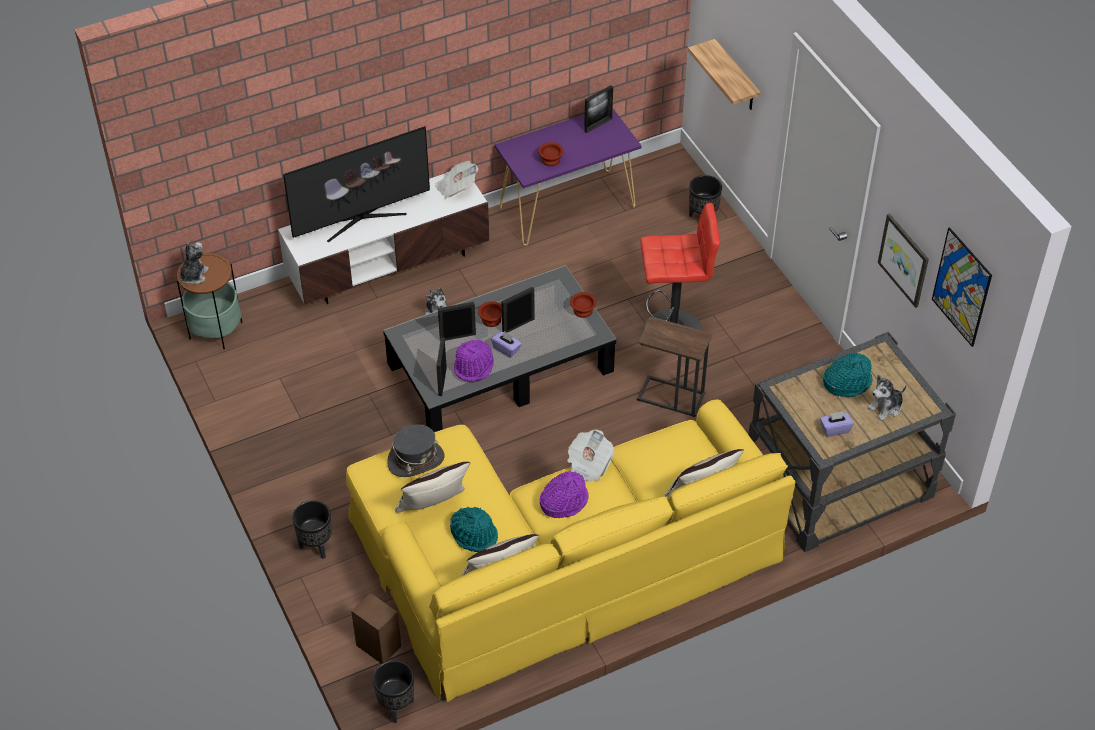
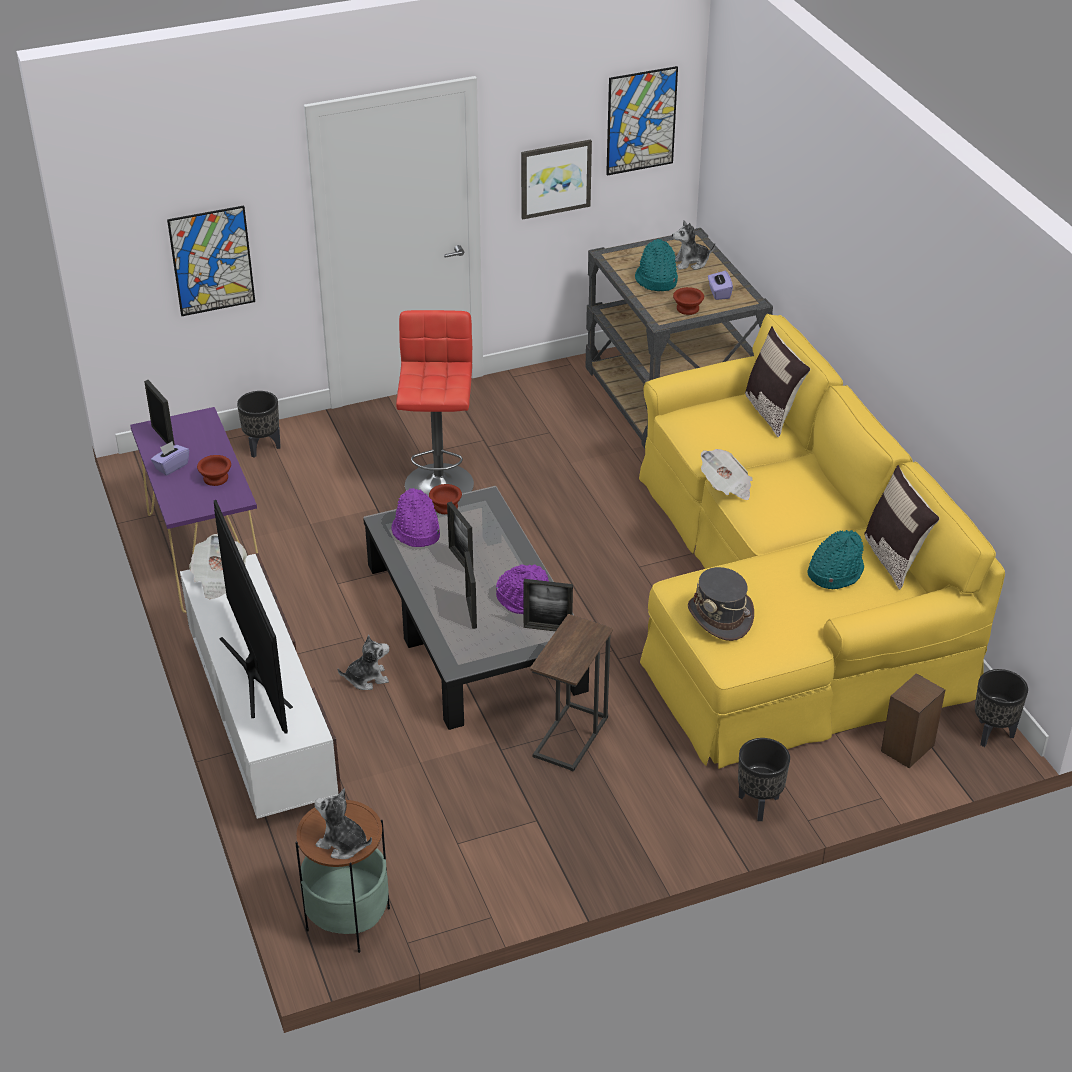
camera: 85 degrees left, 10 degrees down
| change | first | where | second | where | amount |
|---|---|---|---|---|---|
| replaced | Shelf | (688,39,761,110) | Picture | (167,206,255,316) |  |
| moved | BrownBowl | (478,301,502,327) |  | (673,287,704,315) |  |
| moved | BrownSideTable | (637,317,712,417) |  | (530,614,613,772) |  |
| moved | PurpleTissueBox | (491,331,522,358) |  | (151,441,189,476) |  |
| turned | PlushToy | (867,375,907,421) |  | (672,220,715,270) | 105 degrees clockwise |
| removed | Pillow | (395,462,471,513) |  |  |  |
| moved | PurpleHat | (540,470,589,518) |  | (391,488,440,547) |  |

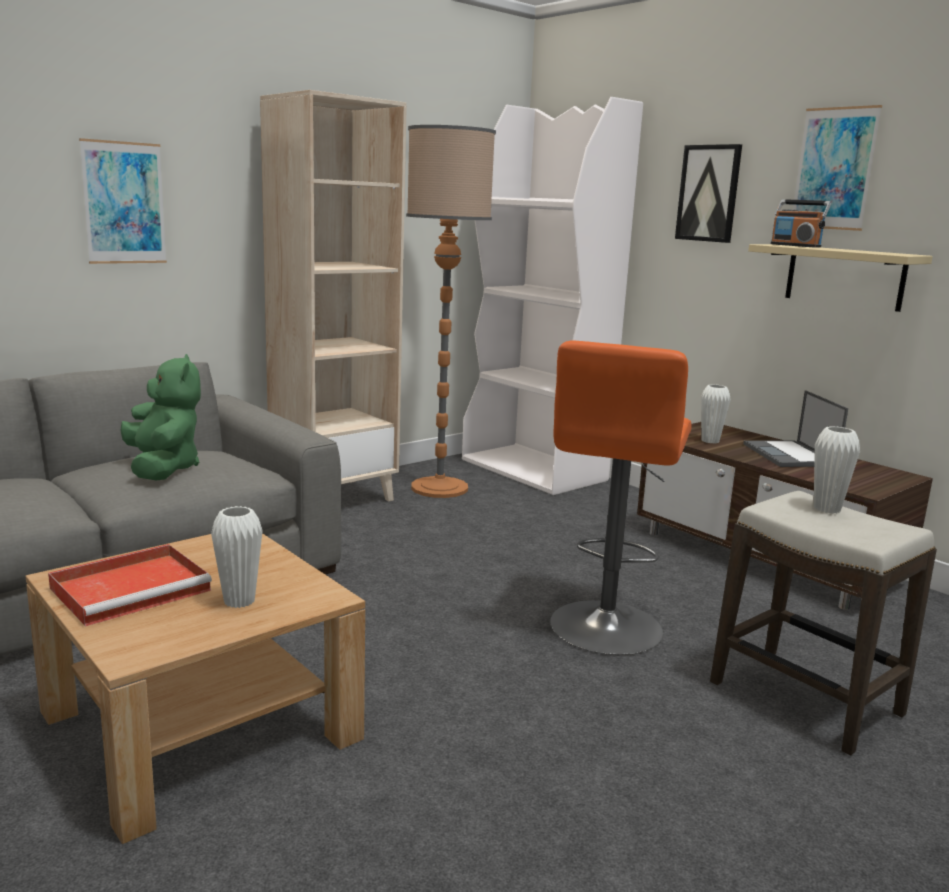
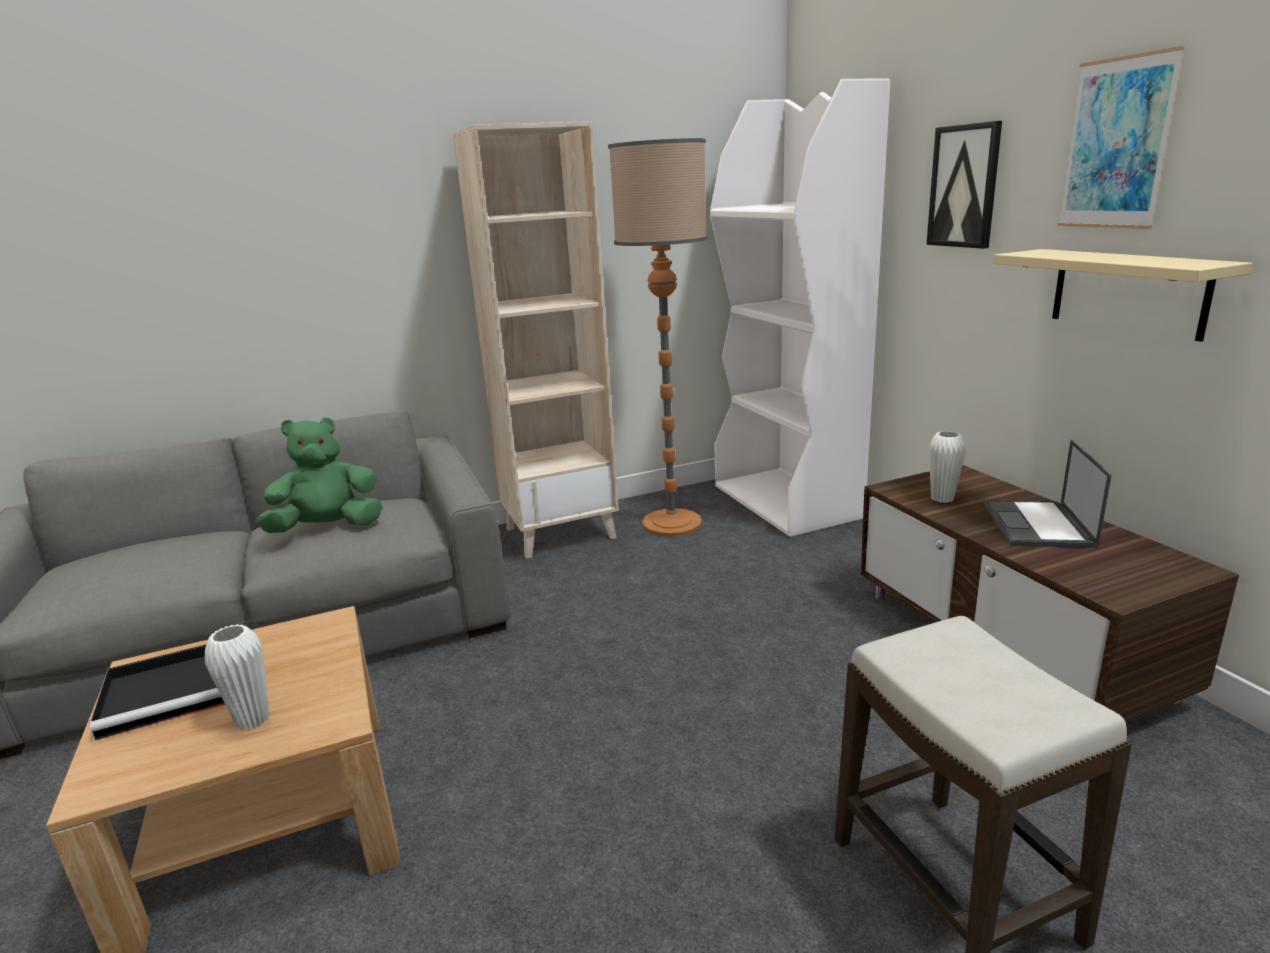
camera: 20 degrees right, 5 degrees up
| change | first | where | second | where | amount |
|---|---|---|---|---|---|
| removed | Picture | (79,138,167,264) |  |  |  |
| removed | Radio | (771,199,831,248) |  |  |  |
| removed | OrangeStool | (550,341,691,655) |  |  |  |
| turned | GreenPlushToy | (120,354,201,480) |  | (257,417,383,533) | 105 degrees counterclockwise |
| removed | WhiteVase | (814,426,860,514) |  |  |  |
| recoloured | RedTray | (48,544,212,626) | BlackTray | (90,644,225,740) |  |

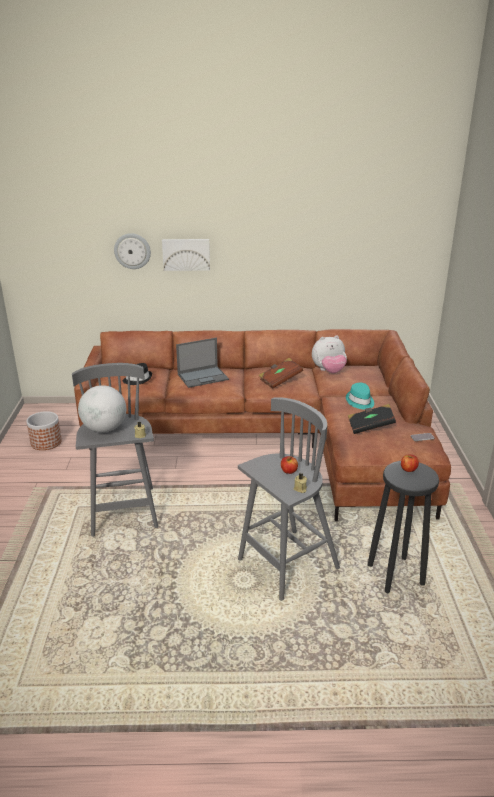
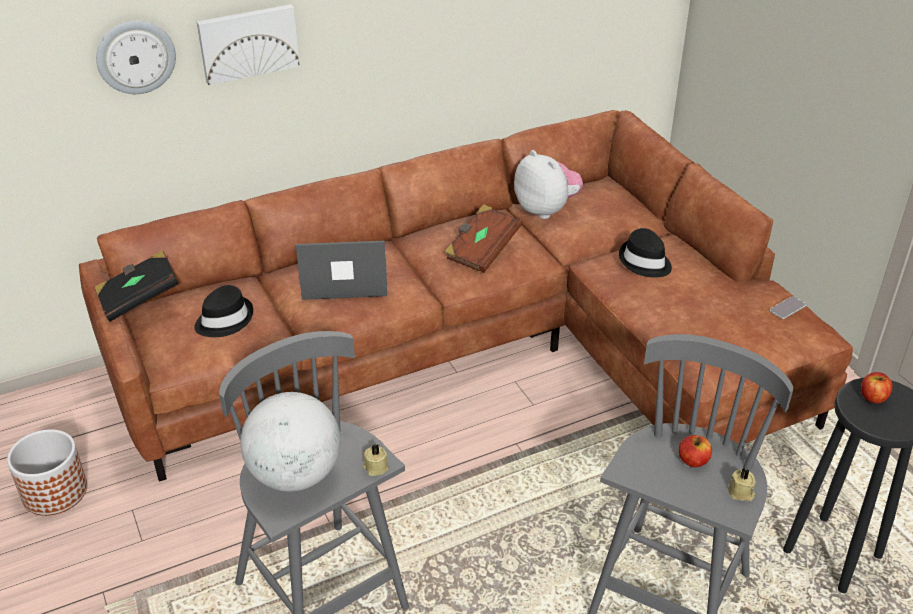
camera: 25 degrees left, 10 degrees up
| change | first | where | second | where | amount |
|---|---|---|---|---|---|
| turned | PlushToy | (312,335,347,373) |  | (514,150,583,219) | 90 degrees counterclockwise |
| turned | Laptop | (176,338,229,388) |  | (296,241,387,300) | 135 degrees counterclockwise |
| recoloured | TurquoiseHat | (346,383,374,410) | BlackHat | (619,228,672,277) |  |
| moved | BlackBook | (348,404,396,434) |  | (94,250,179,321) |  |

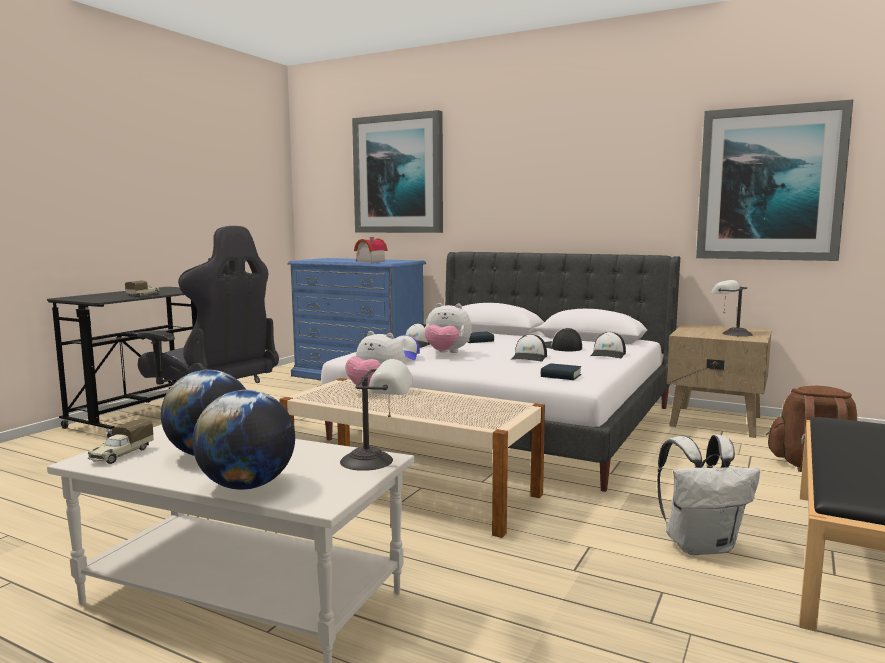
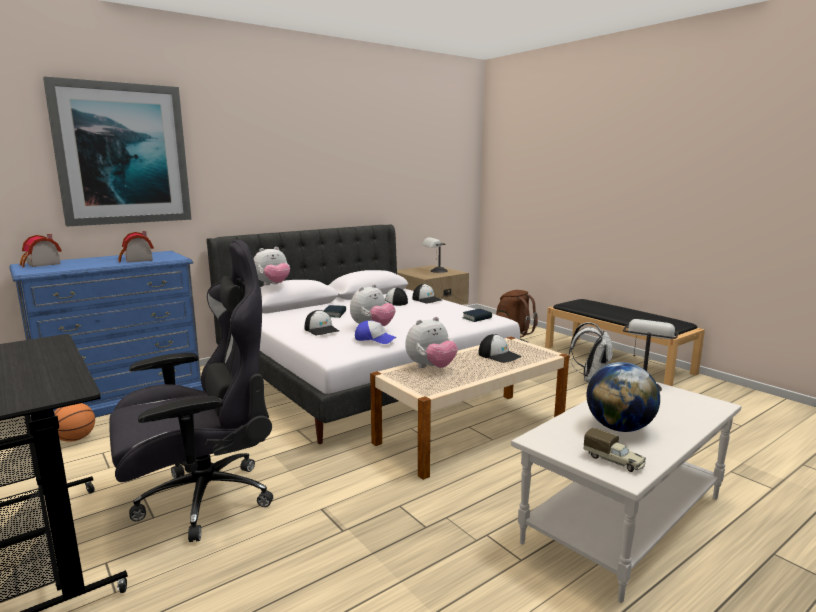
camera: 65 degrees left, 5 degrees up
| change | first | where | second | where | amount |
|---|---|---|---|---|---|
| removed | Picture | (696,99,853,261) |  |  |  |
| removed | ToyTruck | (125,280,159,297) |  |  |  |
| moved | Cap | (511,334,547,362) |  | (479,334,522,363) |  |
| removed | Globe | (192,390,295,490) |  |  |  |
| added |  |  | ToyHouse | (20,234,62,267) |  |
| added |  |  | PlushToy | (254,247,290,285) |  |
| added |  |  | Basketball | (54,403,95,442) |  |

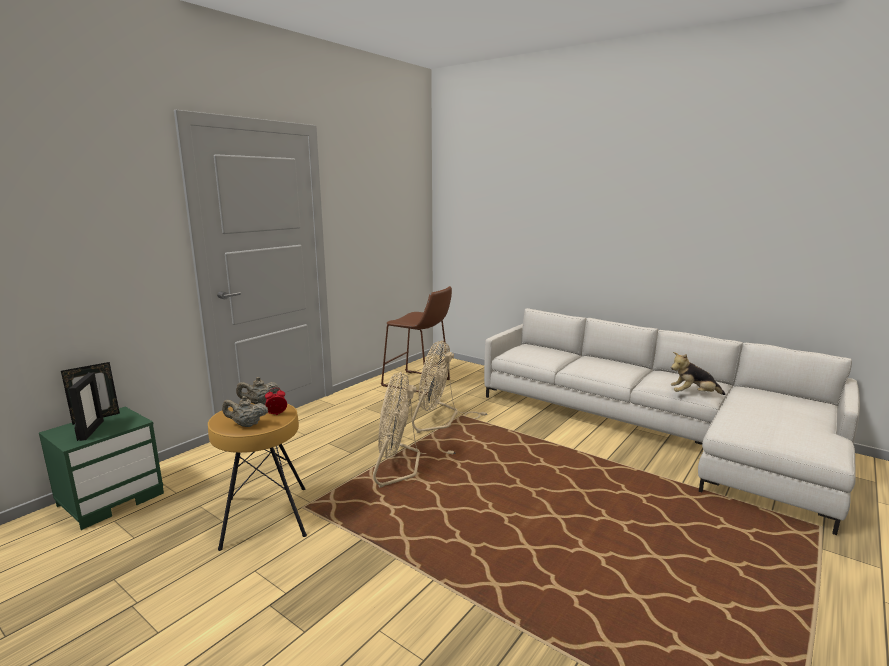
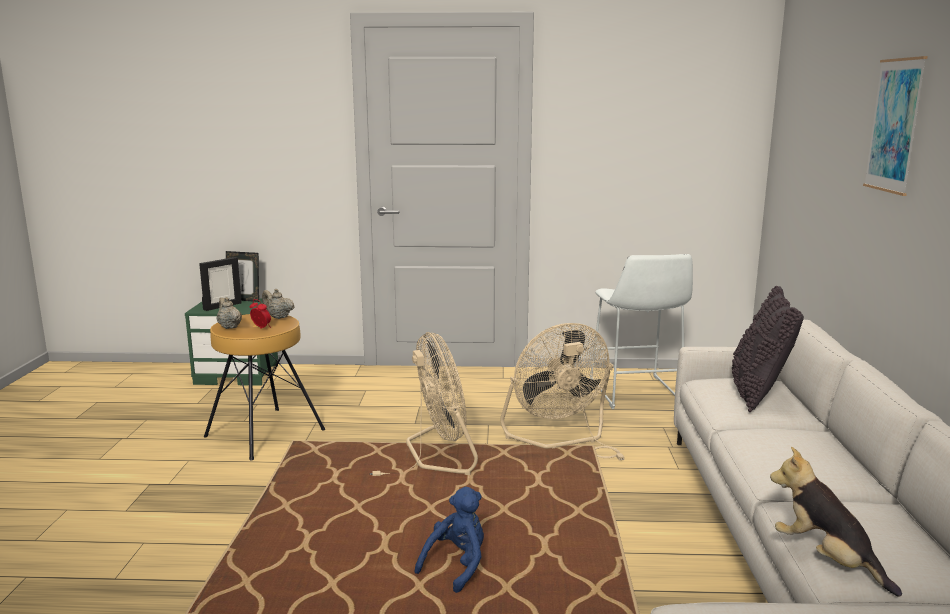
camera: 55 degrees right, 0 degrees up
| change | first | where | second | where | amount |
|---|---|---|---|---|---|
| recoloured | BrownStool | (381,286,452,395) | WhiteStool | (590,254,693,409) |  |
| turned | BeigeFan | (373,372,455,488) |  | (371,332,478,476) | 105 degrees clockwise |
| added |  |  | Picture | (863,56,928,196) |  |
| added |  |  | BlackPillow | (732,286,804,412) |  |
| added |  |  | BluePlushToy | (415,487,484,593) |  |

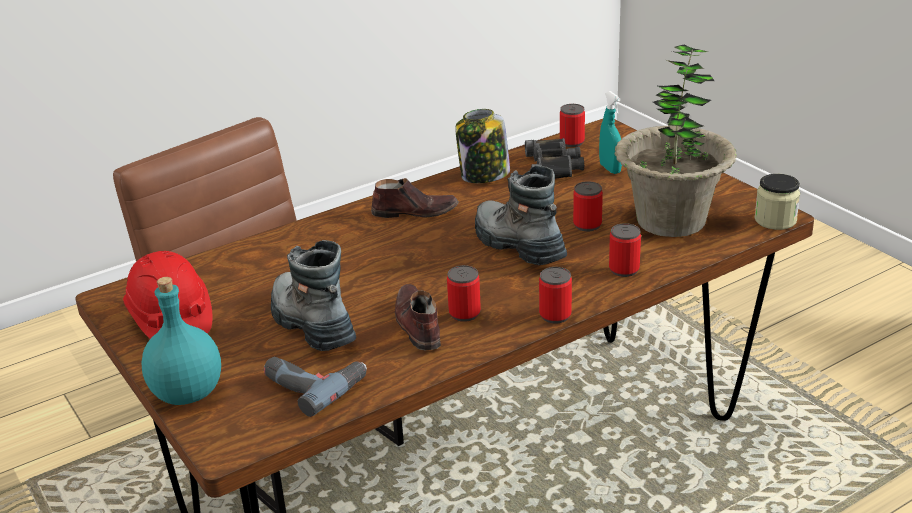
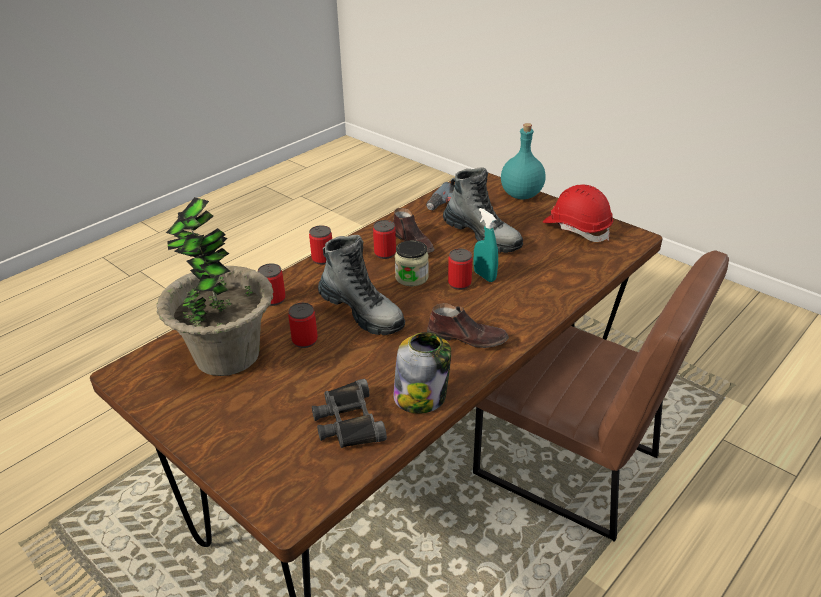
camera: 165 degrees right, 5 degrees up
| change | first | where | second | where | amount |
|---|---|---|---|---|---|
| moved | TurquoiseSprayBottle | (599,91,622,174) |  | (474,208,498,282) |  |
| moved | Can | (560,104,585,147) |  | (448,249,472,290) |  |
| moved | Jar | (754,174,800,230) |  | (395,240,429,286) |  |
| turned | BrownShoe | (371,178,459,218) |  | (427,303,509,348) | 150 degrees counterclockwise |

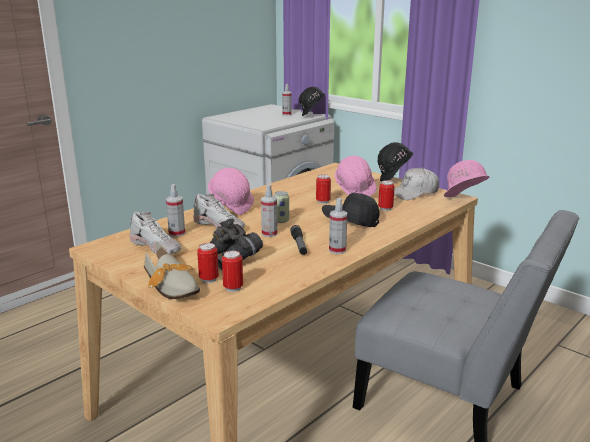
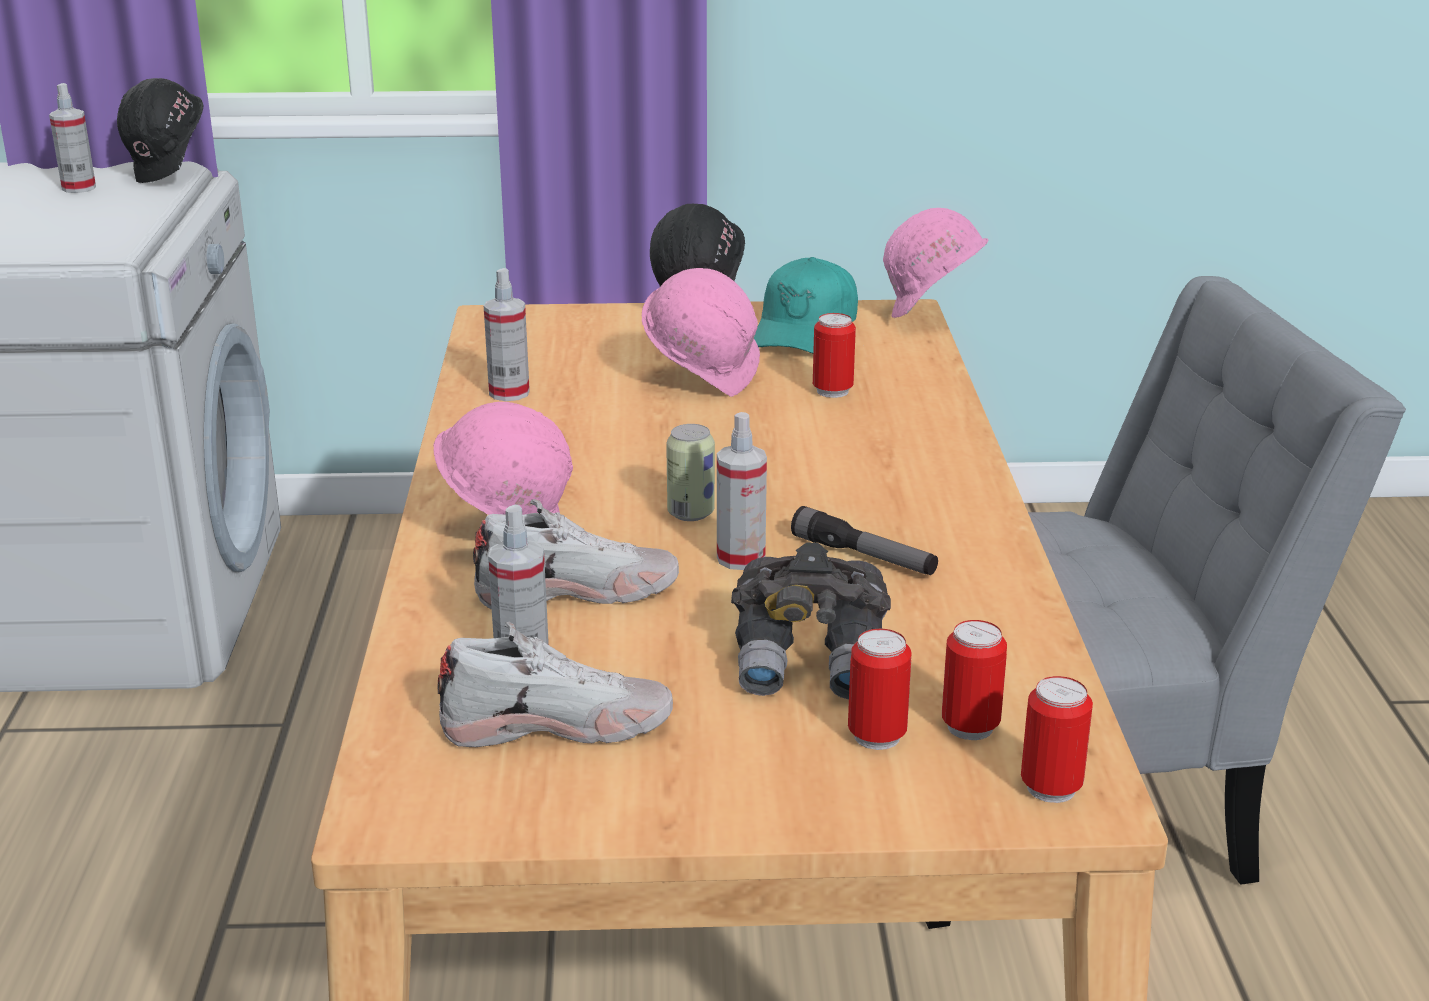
camera: 45 degrees left, 5 degrees up
| change | first | where | second | where | amount |
|---|---|---|---|---|---|
| recoloured | WhiteCap | (394,167,439,200) | TurquoiseCap | (754,257,858,353) |  |
| moved | Can | (316,174,331,204) |  | (1021,676,1093,803) |  |
| removed | BlackCap | (322,193,380,227) |  |  |  |
| moved | SprayBottle | (329,198,347,254) |  | (484,268,530,401) |  |
| removed | Shoe | (144,241,200,299) |  |  |  |

